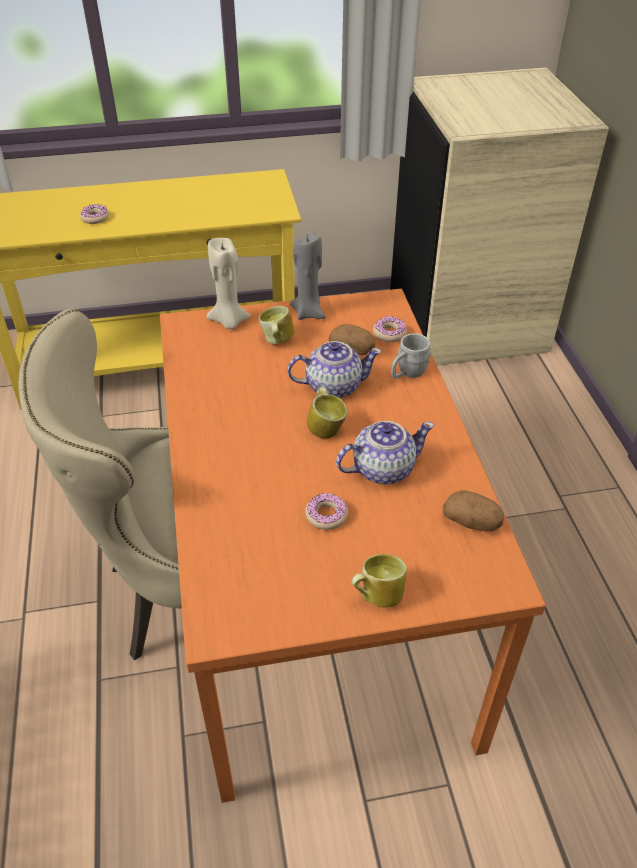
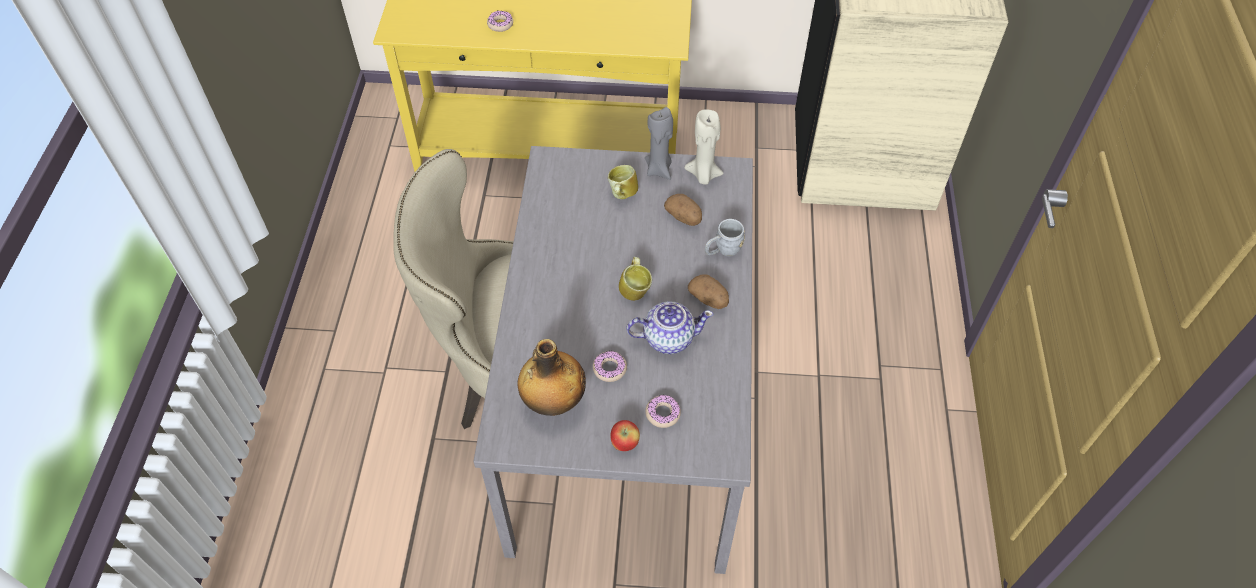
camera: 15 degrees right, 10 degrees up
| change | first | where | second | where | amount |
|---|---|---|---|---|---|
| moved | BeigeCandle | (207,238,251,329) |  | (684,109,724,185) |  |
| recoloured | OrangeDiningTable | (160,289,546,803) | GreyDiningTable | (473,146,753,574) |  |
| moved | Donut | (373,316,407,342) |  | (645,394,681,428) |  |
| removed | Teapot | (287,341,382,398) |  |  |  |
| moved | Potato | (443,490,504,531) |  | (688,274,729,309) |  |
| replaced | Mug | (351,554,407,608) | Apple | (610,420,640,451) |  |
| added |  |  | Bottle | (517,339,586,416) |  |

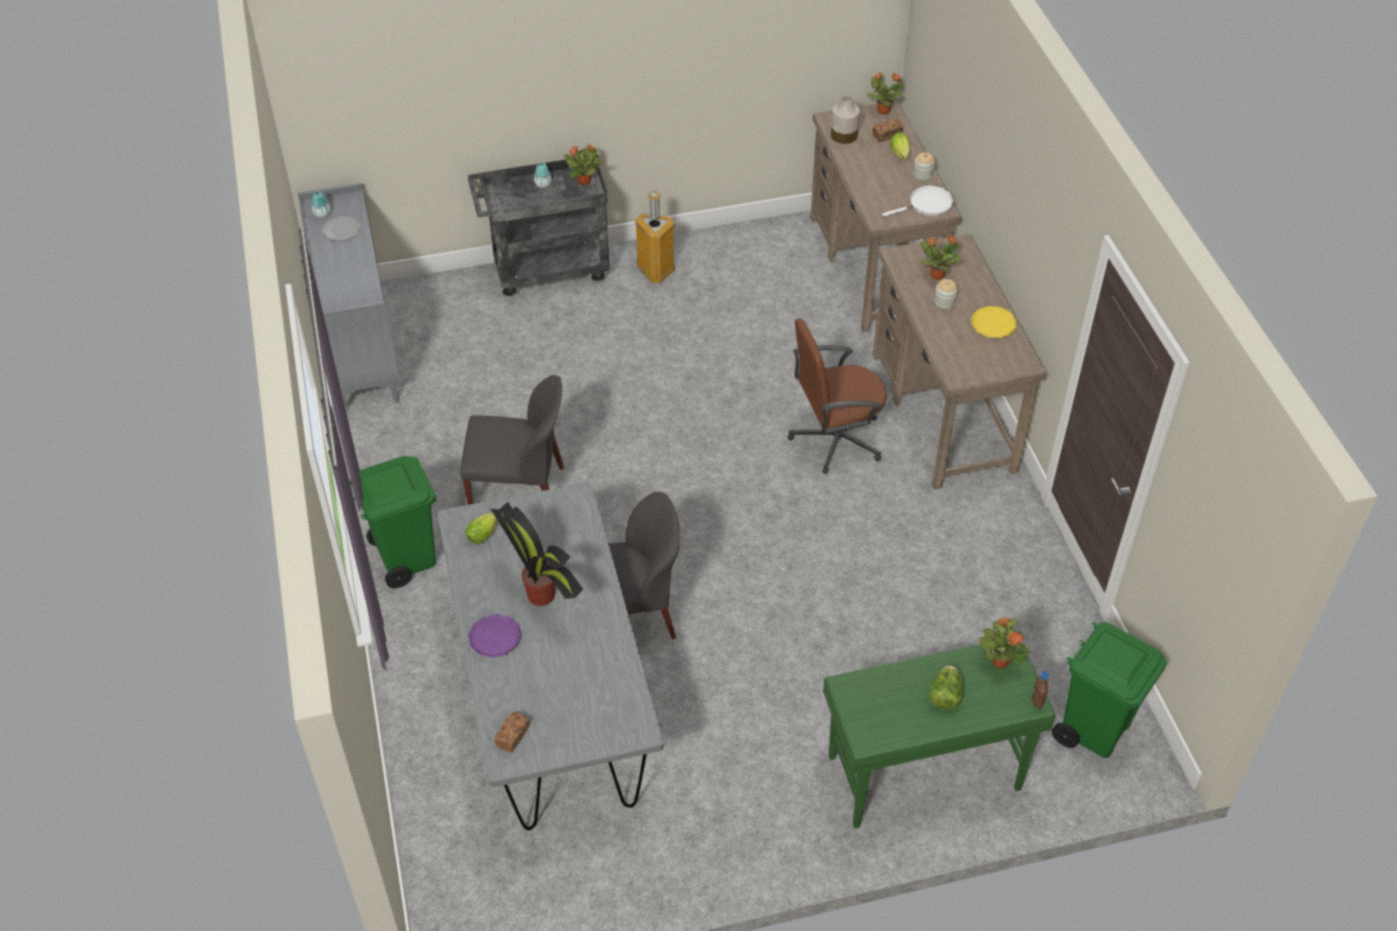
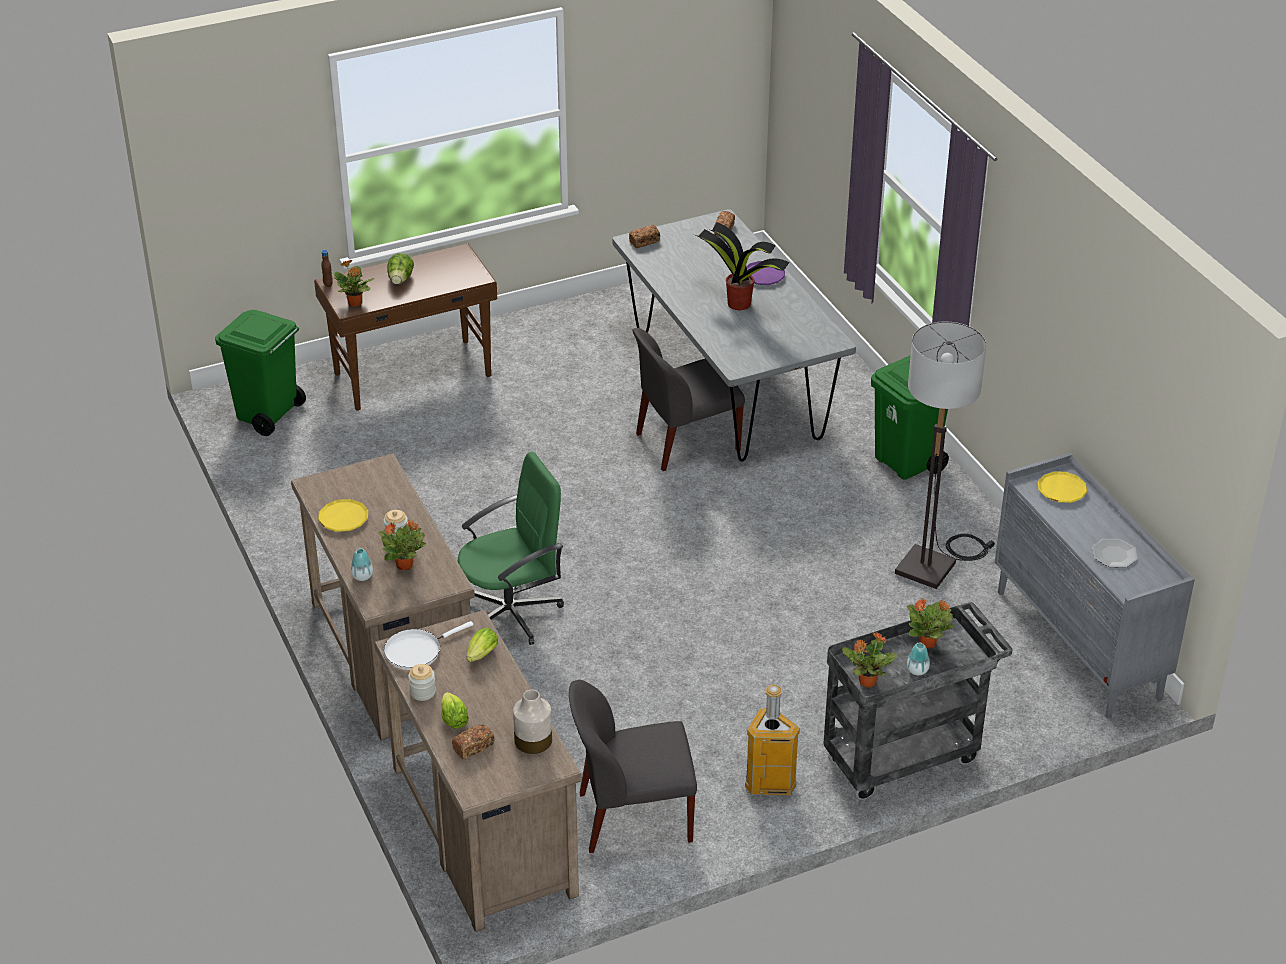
camera: 170 degrees right, 10 degrees down
| change | first | where | second | where | amount |
|---|---|---|---|---|---|
| moved | PottedPlant | (867,73,904,115) |  | (907,599,954,649) |  |
| moved | Vase | (312,191,330,218) |  | (351,548,373,581) |  |
| recoloured | BrownOfficeChair | (787,318,887,474) | GreenOfficeChair | (458,452,564,645) |  |
| moved | GreyChair | (460,375,564,505) |  | (569,680,697,853) |  |
| moved | Lettuce | (465,513,497,544) |  | (467,628,498,662) |  |
| recoloured | GreenConsoleTable | (823,643,1056,829) | BrownConsoleTable | (314,244,497,411) |  |
| added |  |  | Bread | (629,225,660,248) |  |
| added |  |  | FloorLamp | (895,322,995,589) |  |
| added |  |  | YellowPlate | (1038,471,1087,503) |  |

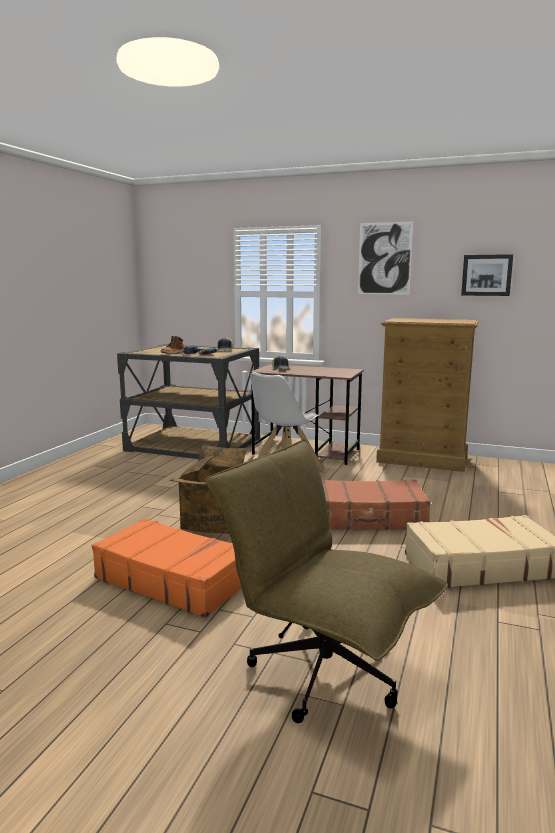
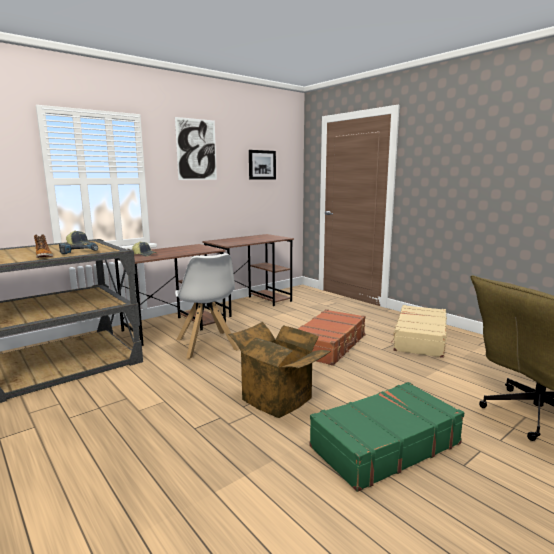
camera: 60 degrees left, 0 degrees up
| change | first | where | second | where | amount |
|---|---|---|---|---|---|
| replaced | BrownDresser | (376,318,479,472) | BrownDesk | (202,234,294,317) |  |
| recoloured | OrangeSuitcase | (92,518,242,618) | GreenSuitcase | (309,382,464,492) |  |

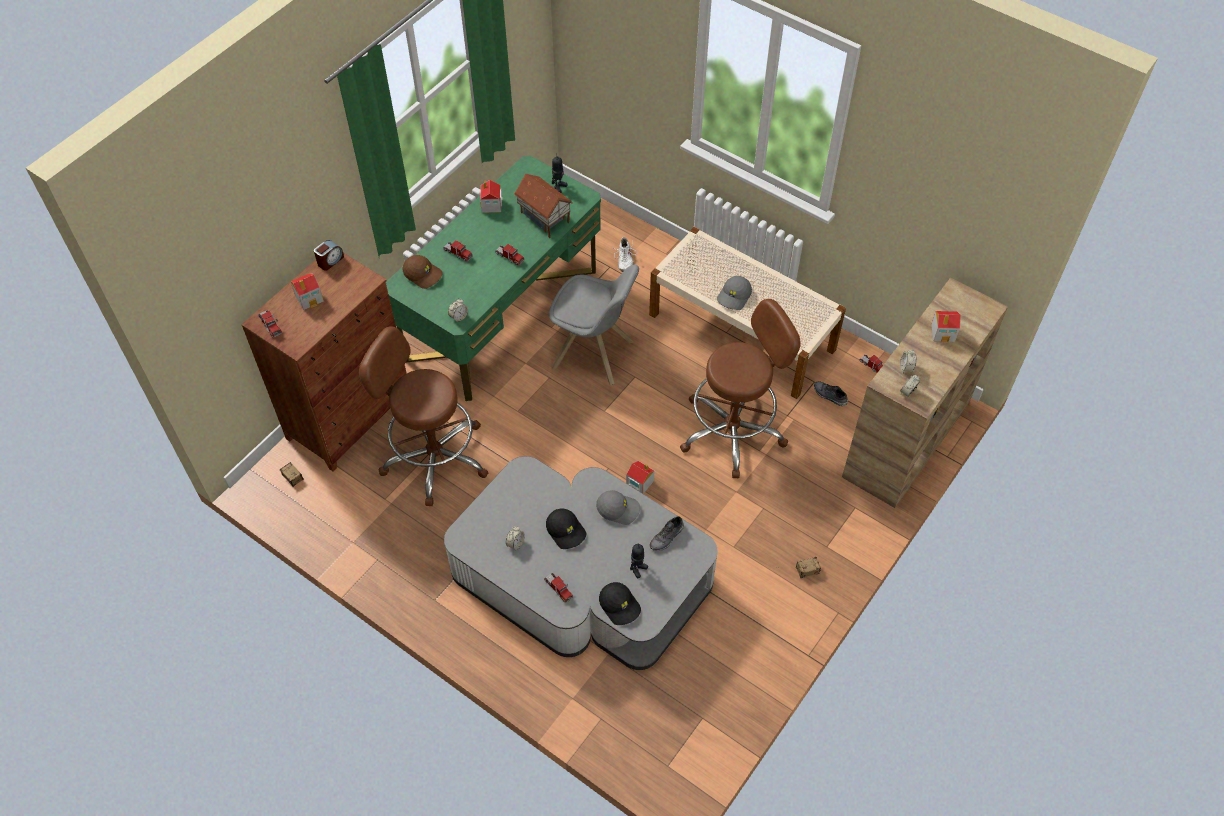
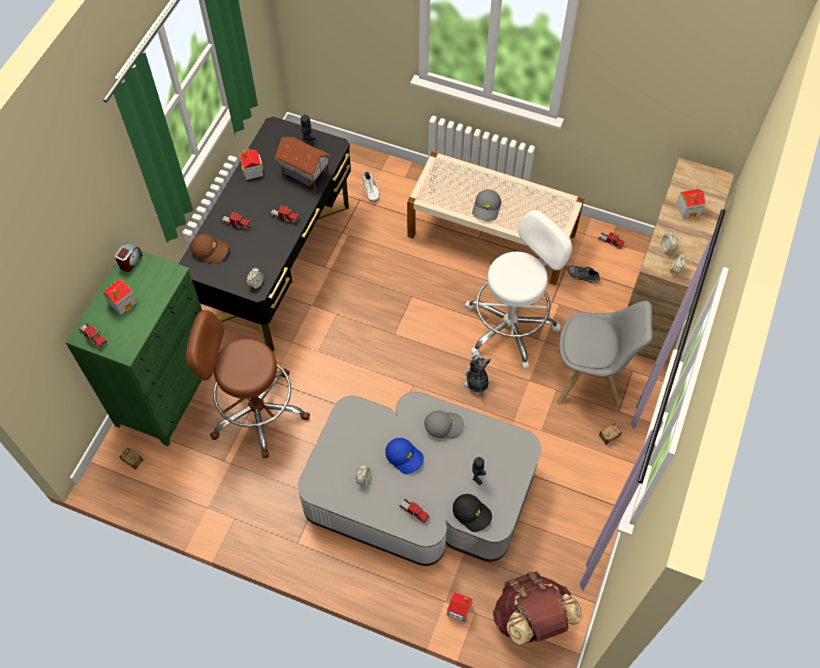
camera: 15 degrees left, 5 degrees up
| change | first | where | second | where | amount |
|---|---|---|---|---|---|
| recoloured | GreenDesk | (386,156,601,401) | BlackDesk | (179,117,351,351) |  |
| recoloured | BrownDresser | (241,253,407,471) | GreenDresser | (65,251,202,446) |  |
| moved | GreyChair | (549,265,639,386) |  | (557,301,653,407) |  |
| recoloured | BrownStool | (680,299,801,478) | WhiteStool | (464,210,572,369) |  |
| moved | ToyHouse | (626,461,654,494) |  | (447,592,473,622) |  |
| recoloured | BlackCap | (546,508,586,549) | BlueCap | (385,438,424,474) |  |
| removed | GreyShoe | (649,516,684,551) |  |  |  |
| added |  |  | PlushToy | (464,351,491,395) |  |
| added |  |  | BrownBackpack | (493,571,583,644) |  |

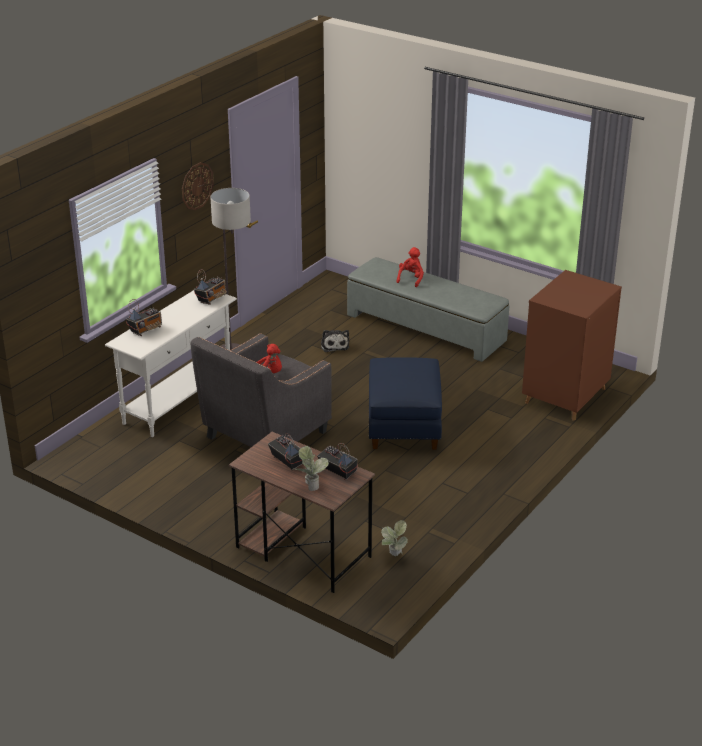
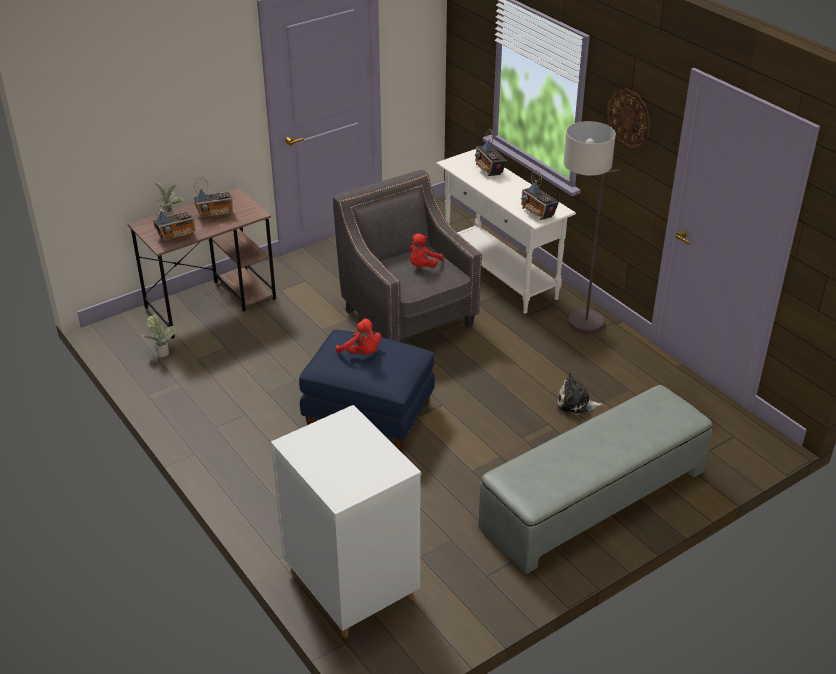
camera: 110 degrees right, 5 degrees up
| change | first | where | second | where | amount |
|---|---|---|---|---|---|
| moved | RedPlushToy | (396,247,424,287) |  | (336,318,382,355) |  |
| recoloured | BrownDresser | (522,270,622,420) | WhiteDresser | (271,405,421,638) |  |

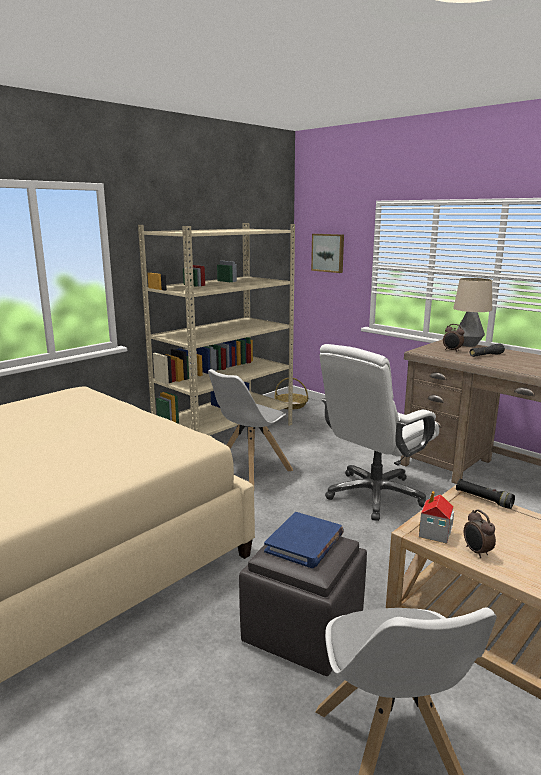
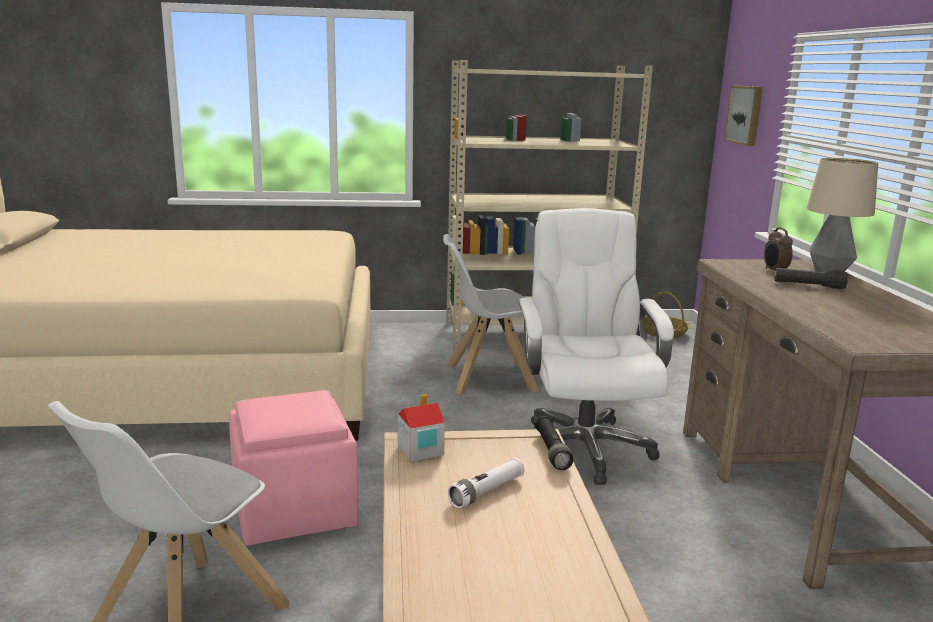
camera: 40 degrees right, 0 degrees up
| change | first | where | second | where | amount |
|---|---|---|---|---|---|
| turned | WhiteOfficeChair | (319,344,439,521) |  | (518,208,674,485) | 90 degrees clockwise |
| removed | AlarmClock | (464,509,496,558) |  |  |  |
| removed | BlueBook | (264,512,344,568) |  |  |  |
| recoloured | GreyOttoman | (239,537,367,676) | PinkOttoman | (229,390,358,546) |  |
| added |  |  | WhiteFlashlight | (448,458,524,508) |  |

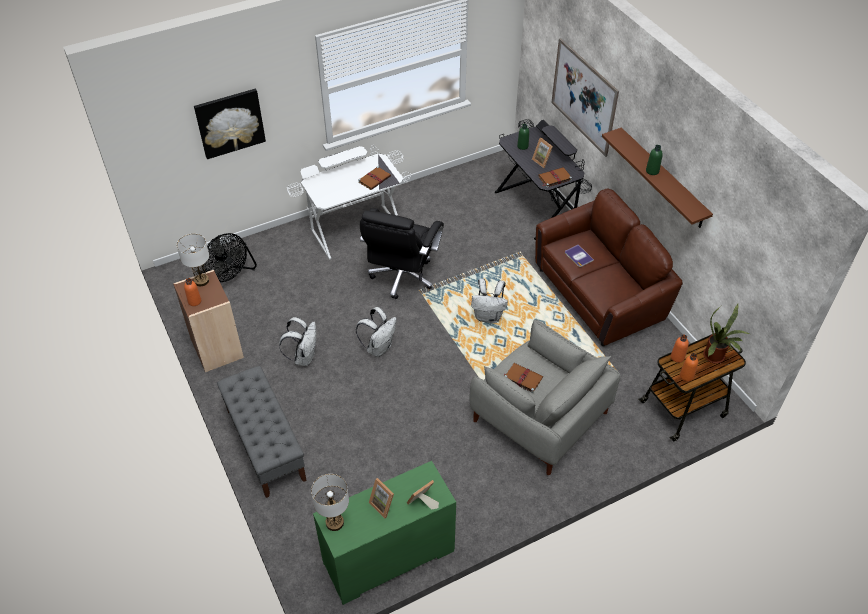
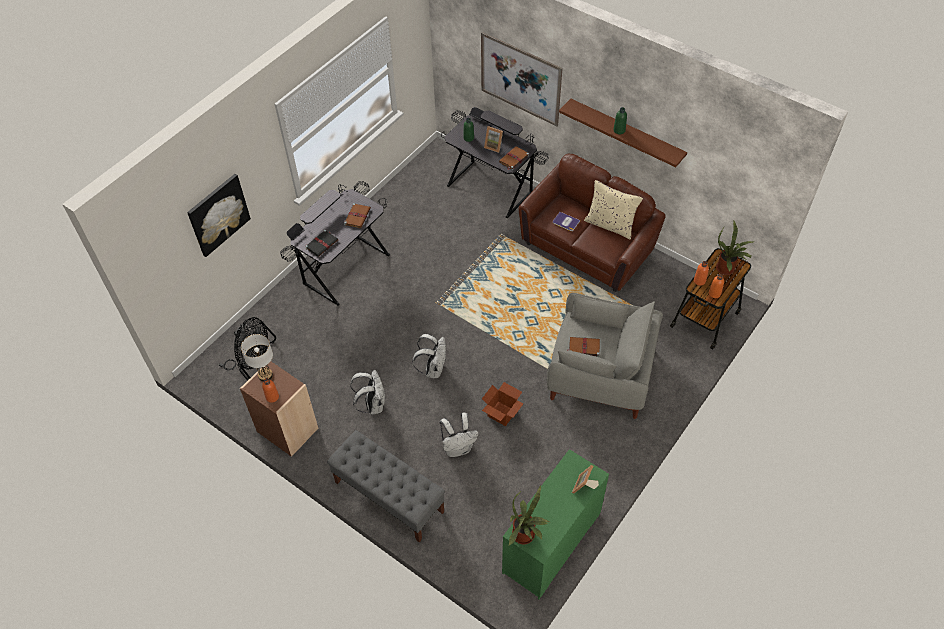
camera: 25 degrees left, 5 degrees up
| change | first | where | second | where | amount |
|---|---|---|---|---|---|
| recoloured | WhiteDesk | (287,146,411,260) | BlackDesk | (281,181,390,305) |  |
| removed | BlackOfficeChair | (360,208,444,299) |  |  |  |
| moved | WhiteBackpack | (471,279,508,323) |  | (440,412,479,457) |  |
| replaced | TableLamp | (311,474,349,531) | PottedPlant | (509,486,550,545) |  |
| removed | PictureFrame | (369,478,394,519) |  |  |  |
| added |  |  | BeigePillow | (584,180,643,240) |  |
| added |  |  | BlackBook | (305,230,338,257) |  |
| added |  |  | CardboardBox | (482,382,524,426) |  |

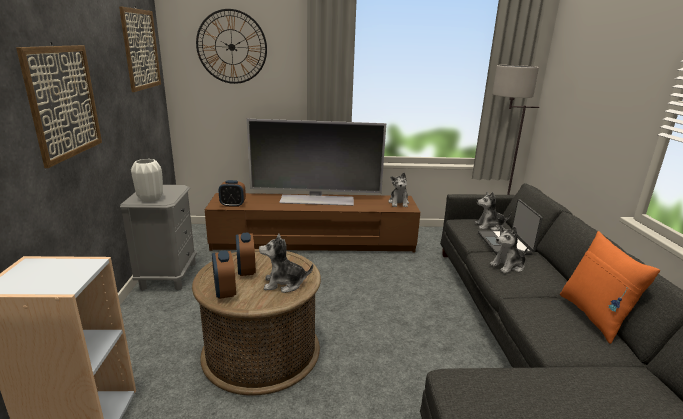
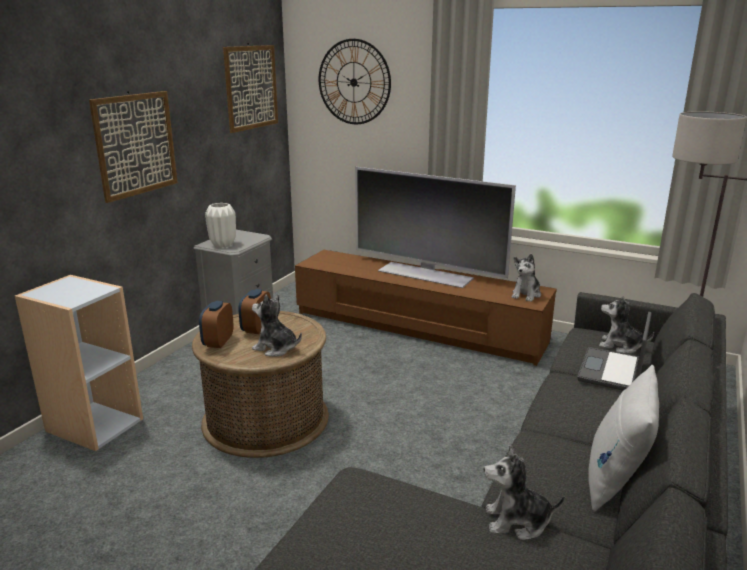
camera: 30 degrees right, 0 degrees up
| change | first | where | second | where | amount |
|---|---|---|---|---|---|
| removed | AlarmClock | (219,180,246,207) |  |  |  |
| moved | PlushToy | (490,226,528,273) |  | (484,445,565,540) |  |
| recoloured | OrangePillow | (560,231,660,344) | GreyPillow | (588,365,659,511) |  |

